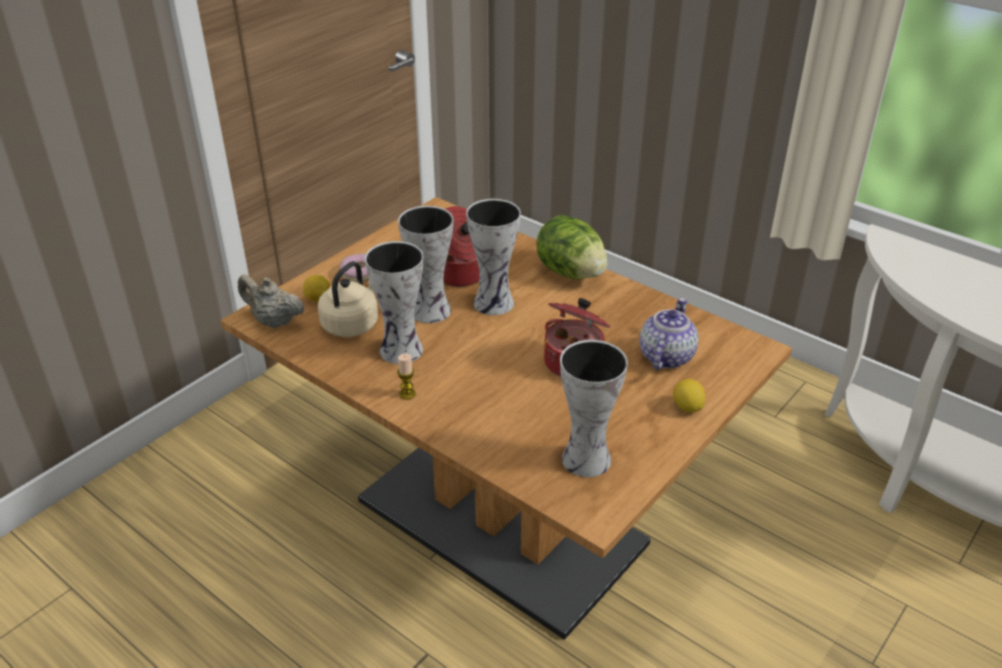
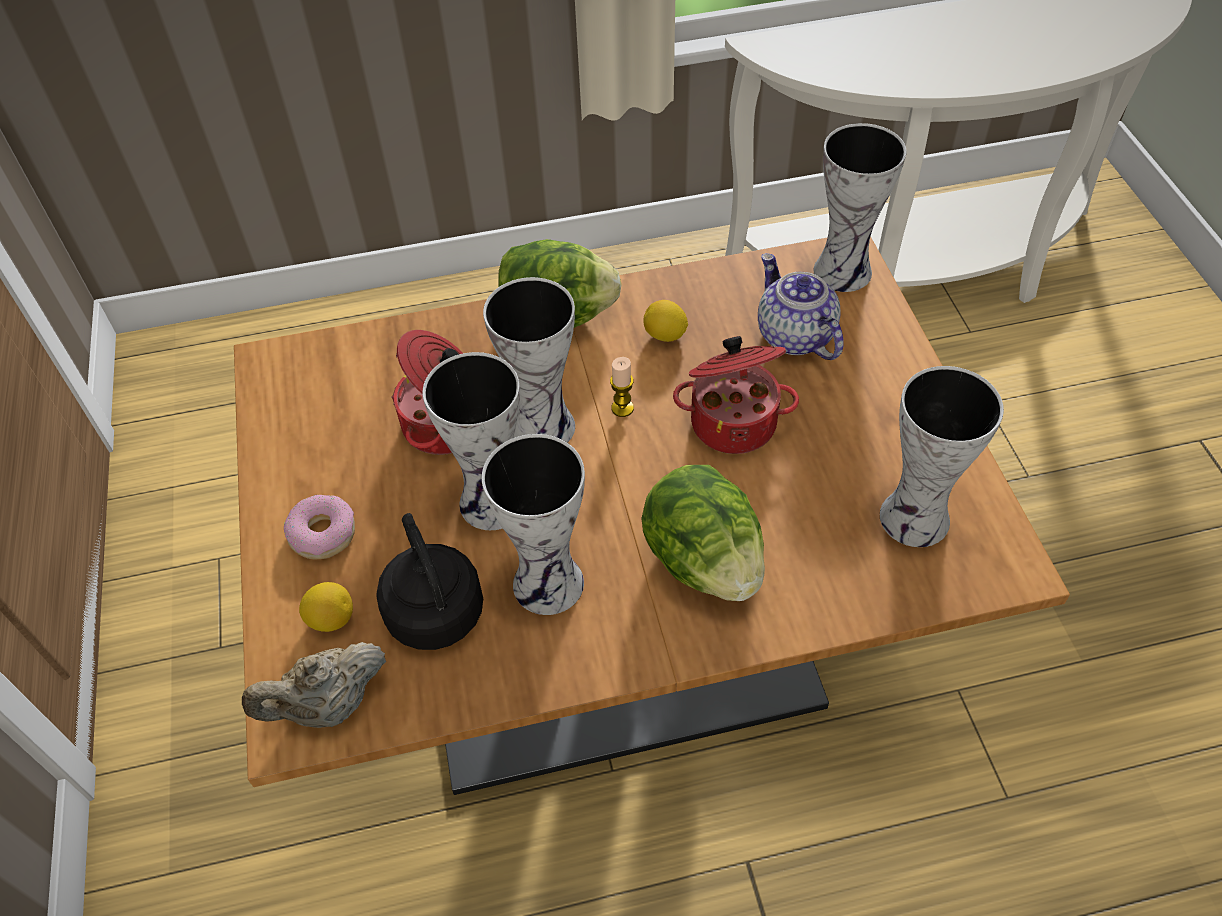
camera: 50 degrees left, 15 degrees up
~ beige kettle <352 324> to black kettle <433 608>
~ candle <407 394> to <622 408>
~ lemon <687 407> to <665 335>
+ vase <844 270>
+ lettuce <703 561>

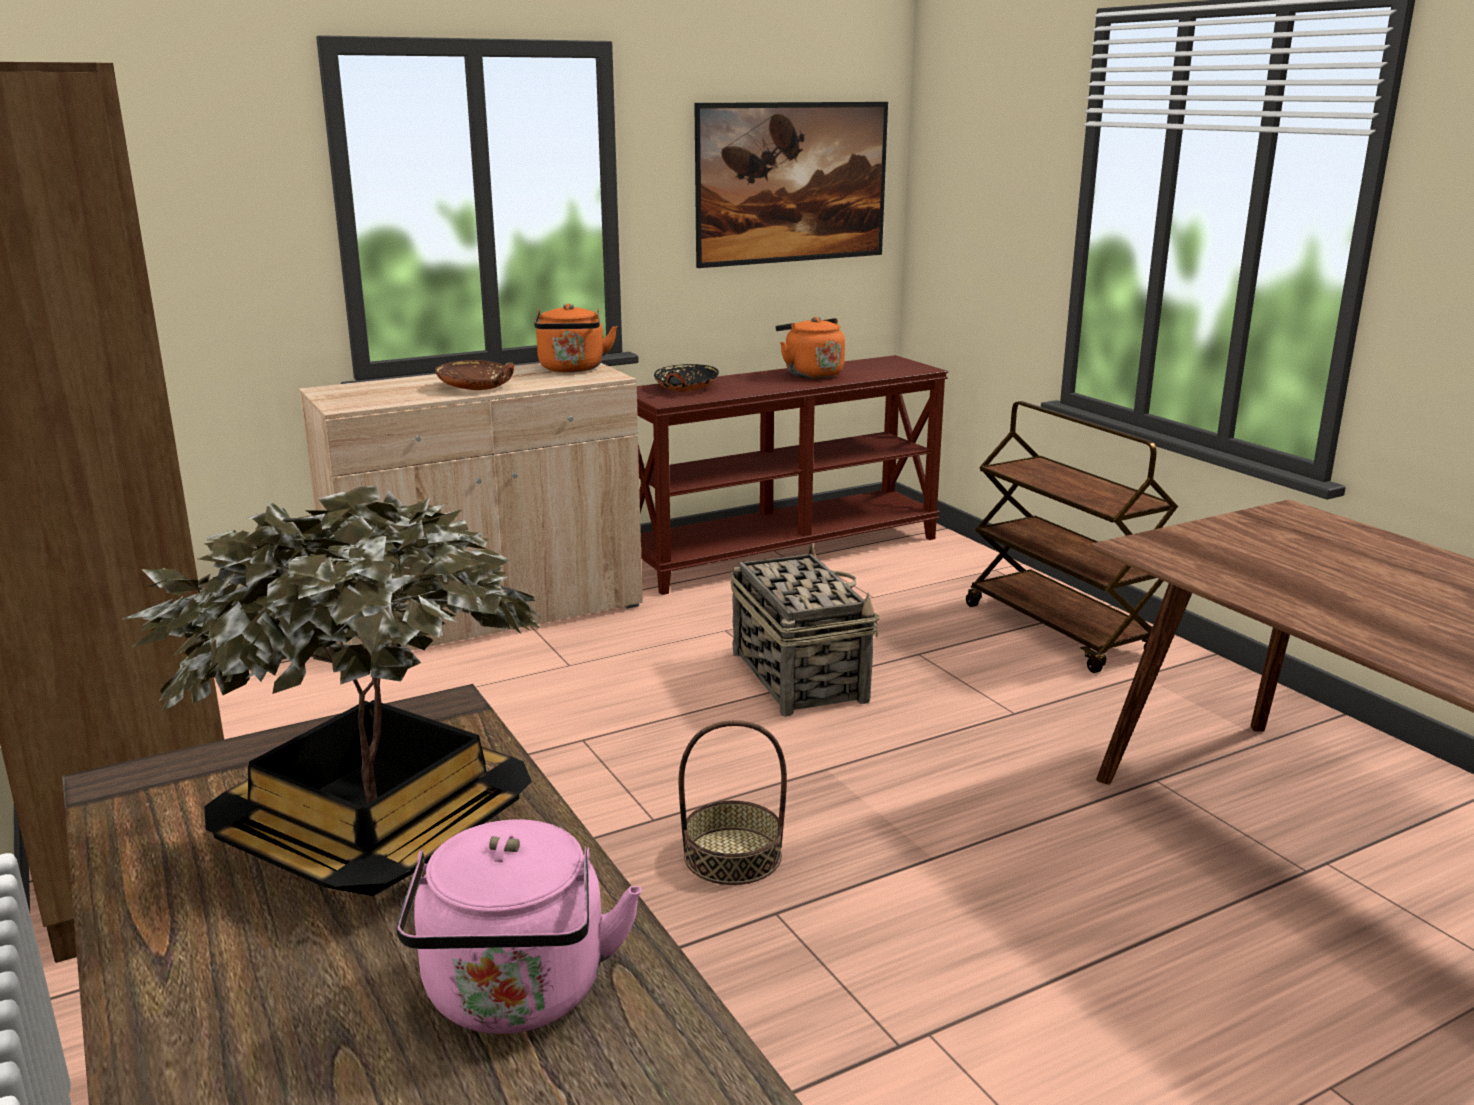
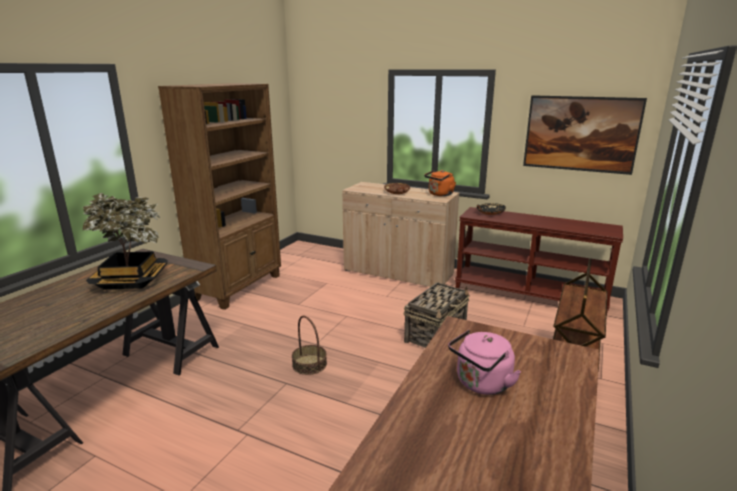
camera: 55 degrees right, 0 degrees up
- orange kettle <811 374>
~ pink kettle <516 997> to <481 384>

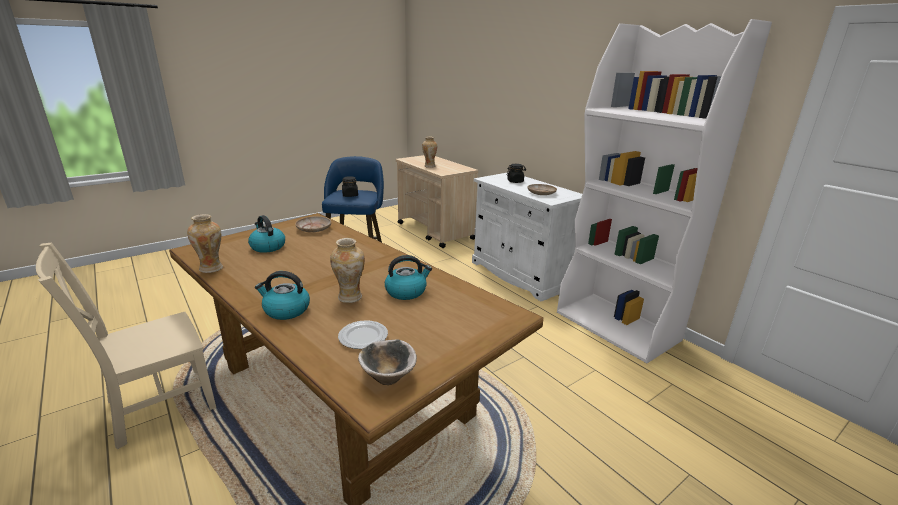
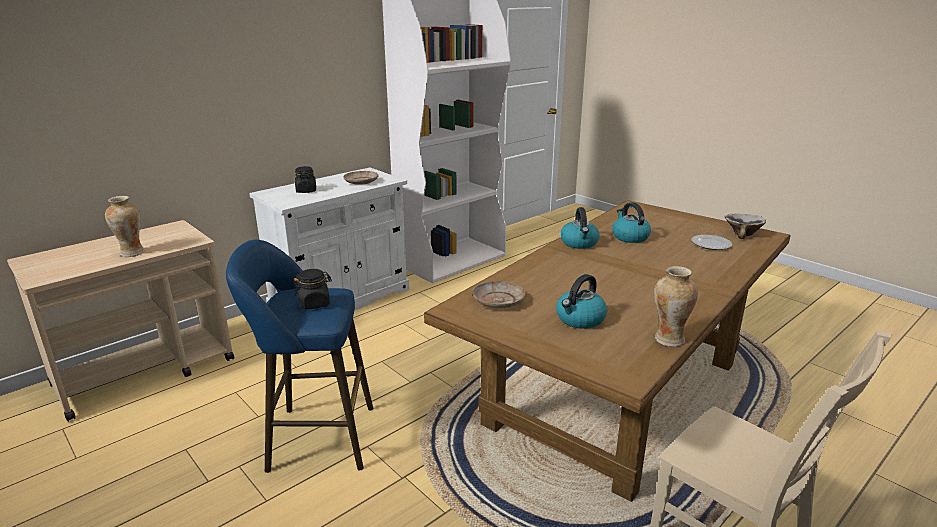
camera: 95 degrees left, 0 degrees up
- vase <350 297>
~ kettle <286 310> to <579 243>

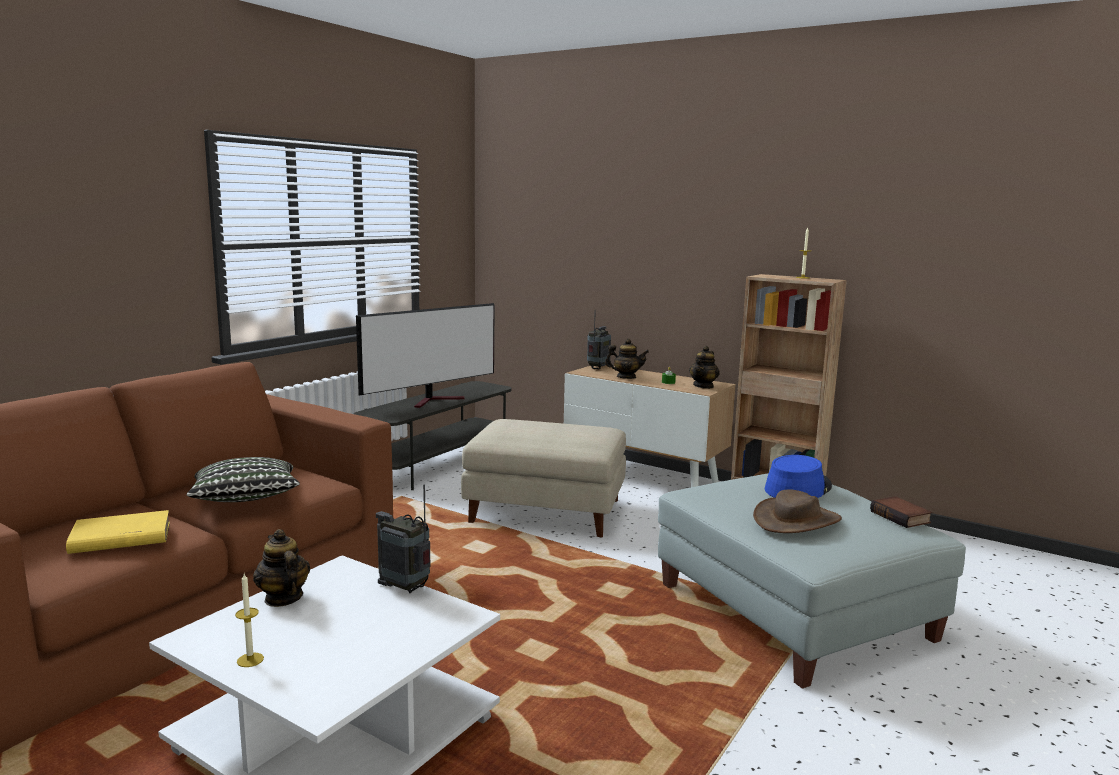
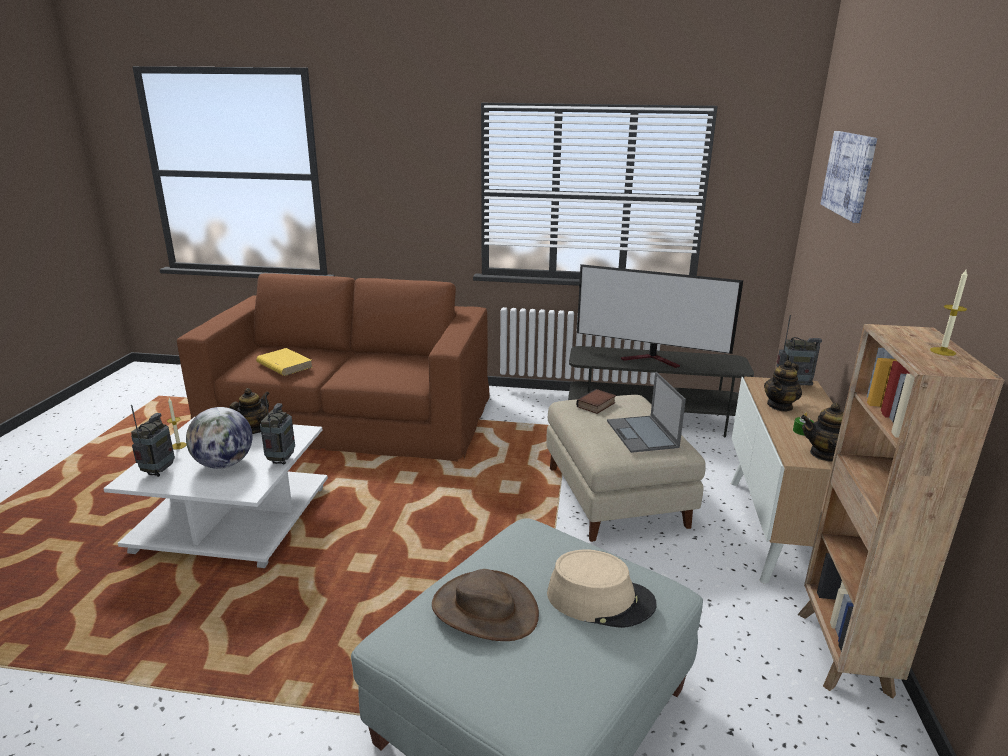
camera: 65 degrees right, 10 degrees up
~ teapot <626 377> = <780 406> 60 degrees clockwise
~ blue hat <797 488> to beige hat <600 599>
- pillow <245 500>
~ book <901 517> to <596 405>
+ picture <849 174>
+ laptop <642 434>
+ radio <159 471>
+ globe <224 464>

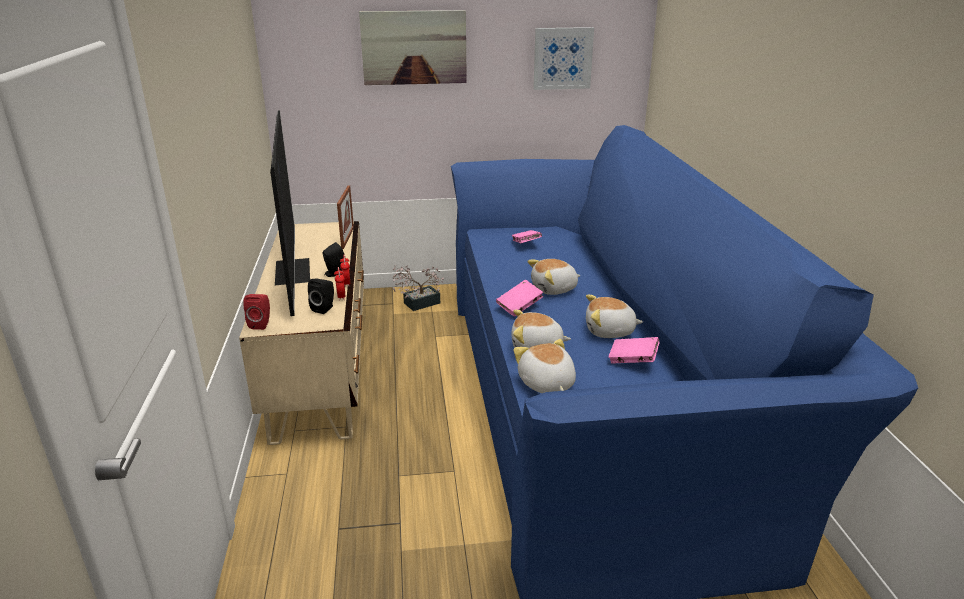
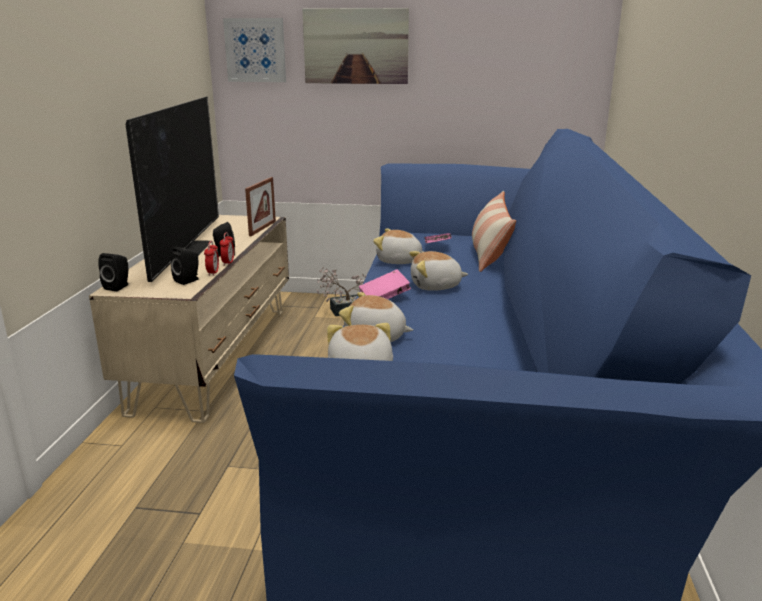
camera: 15 degrees right, 5 degrees down
~ picture <562 58> to <255 50>
~ red speaker <261 324> to black speaker <118 287>
~ plush toy <610 331> to <399 261>
- pink book <632 360>
+ pillow <489 253>

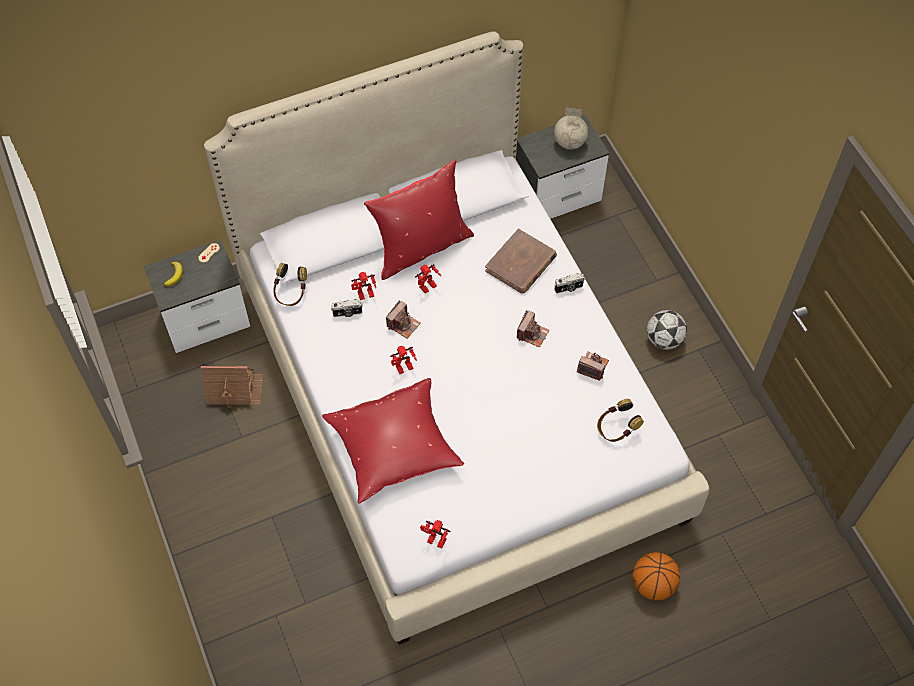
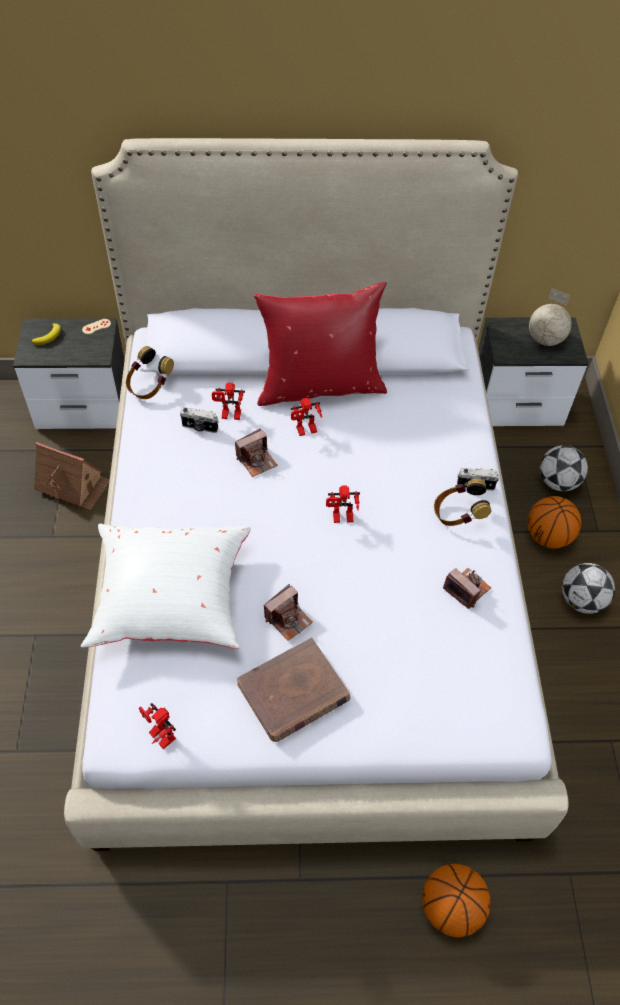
camera: 20 degrees right, 5 degrees down
~ brown book <521 264> to <293 693>
~ photo camera <532 334> to <288 619>
~ toy robot <404 369> to <341 519>
~ red pillow <395 450> to white pillow <171 600>
~ headphones <616 429> to <457 515>
+ football <558 482>
+ basketball <547 536>

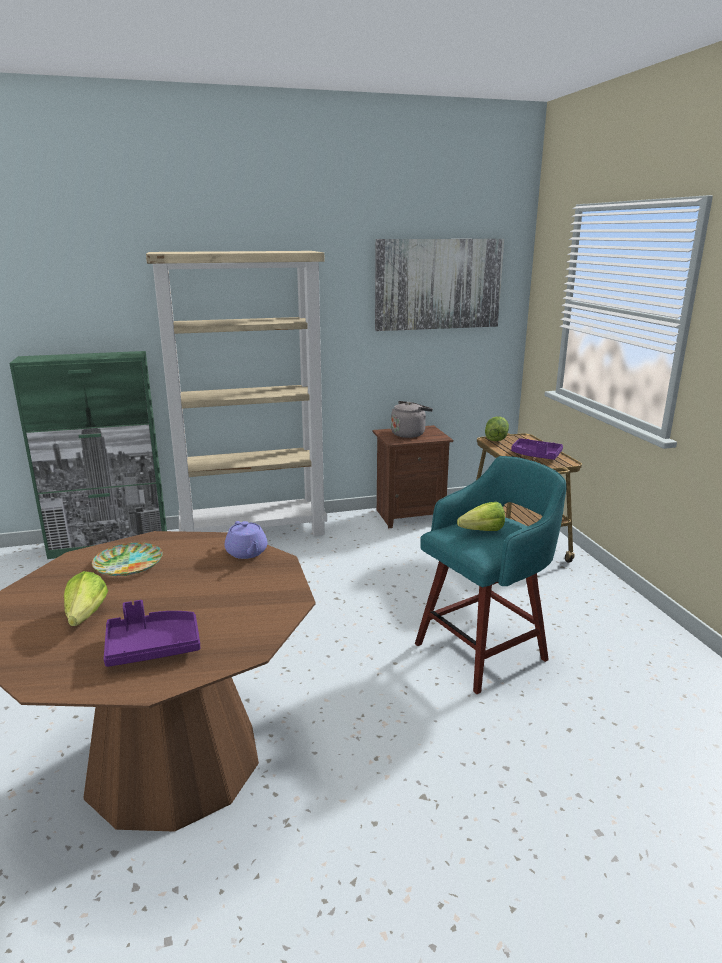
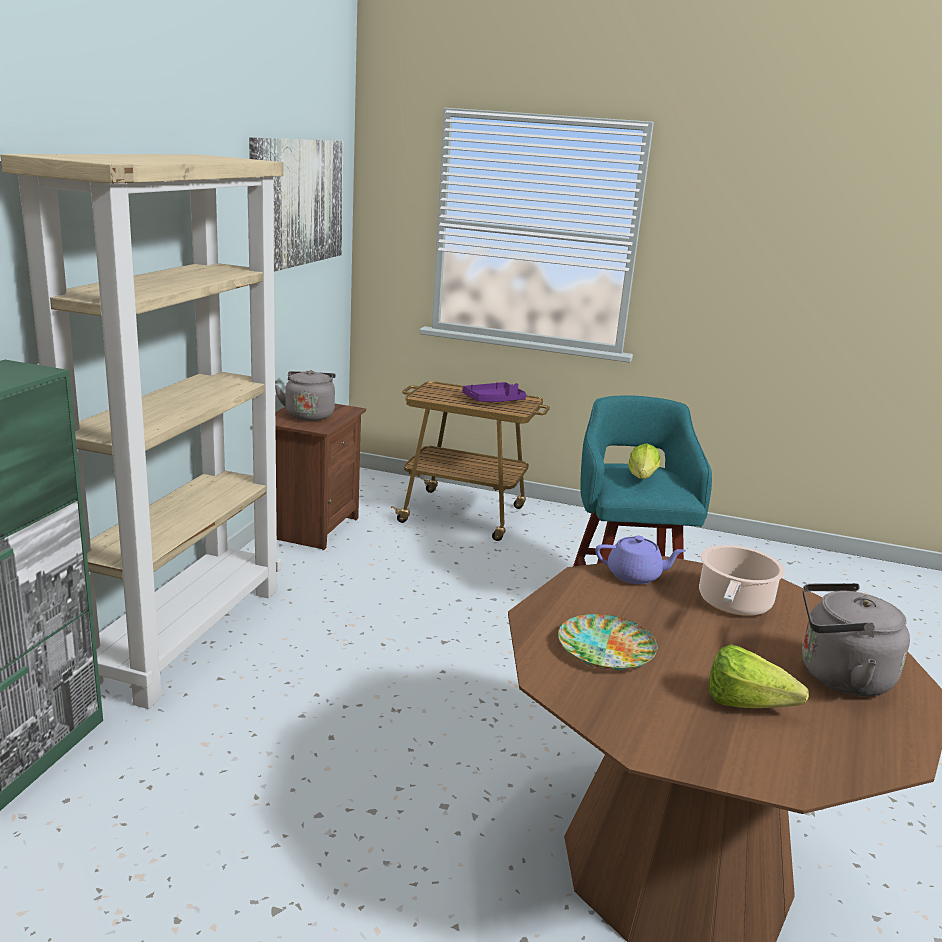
camera: 60 degrees left, 0 degrees up
- lettuce <495 439>
~ purple tray <153 647> to grey kettle <838 676>
+ cooking pot <733 604>

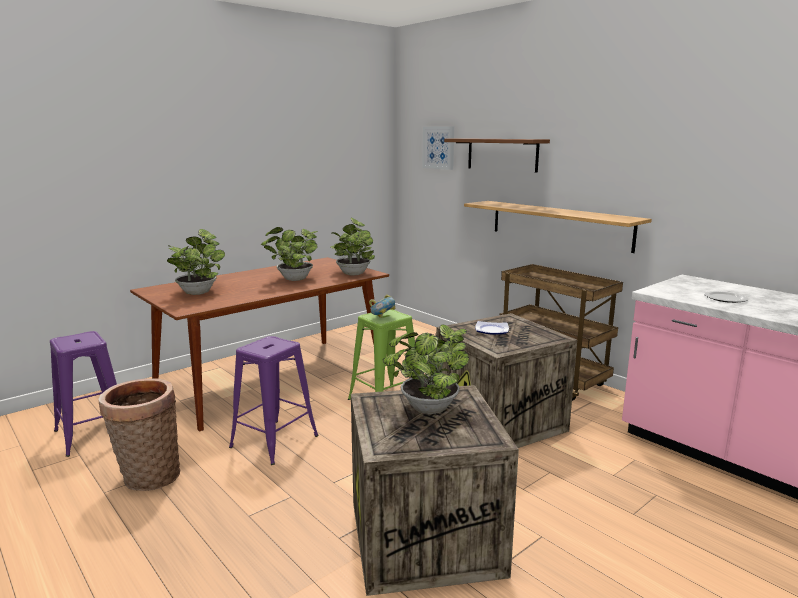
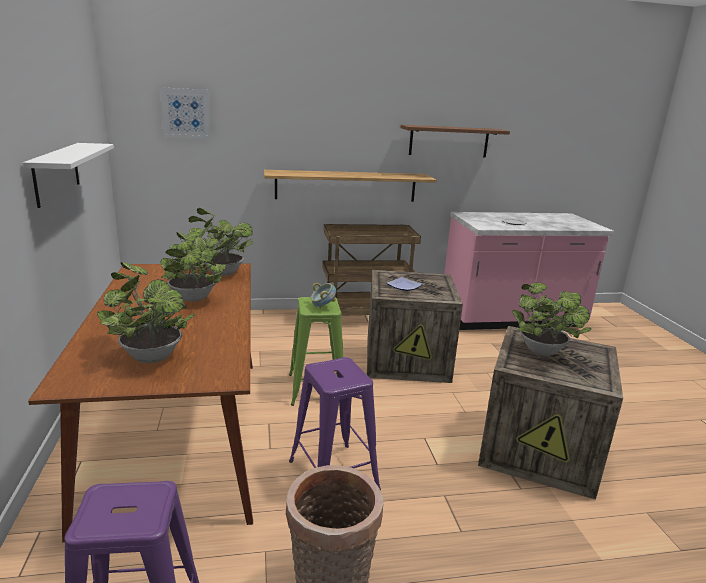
camera: 60 degrees left, 5 degrees up
~ brown shelf <502 154> to <449 141>
+ white shelf <56 173>

